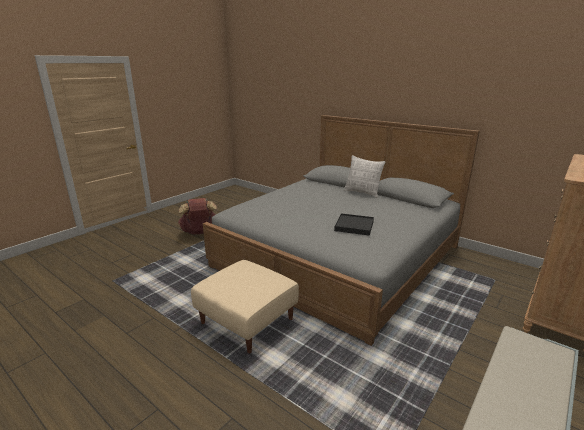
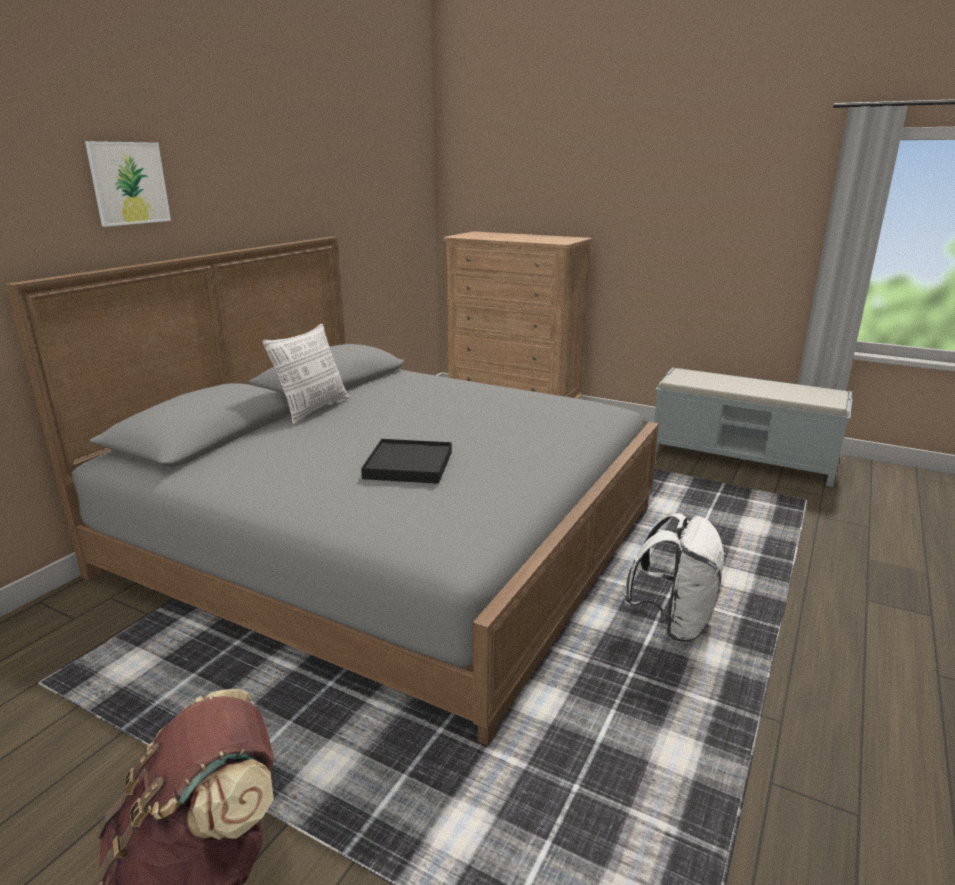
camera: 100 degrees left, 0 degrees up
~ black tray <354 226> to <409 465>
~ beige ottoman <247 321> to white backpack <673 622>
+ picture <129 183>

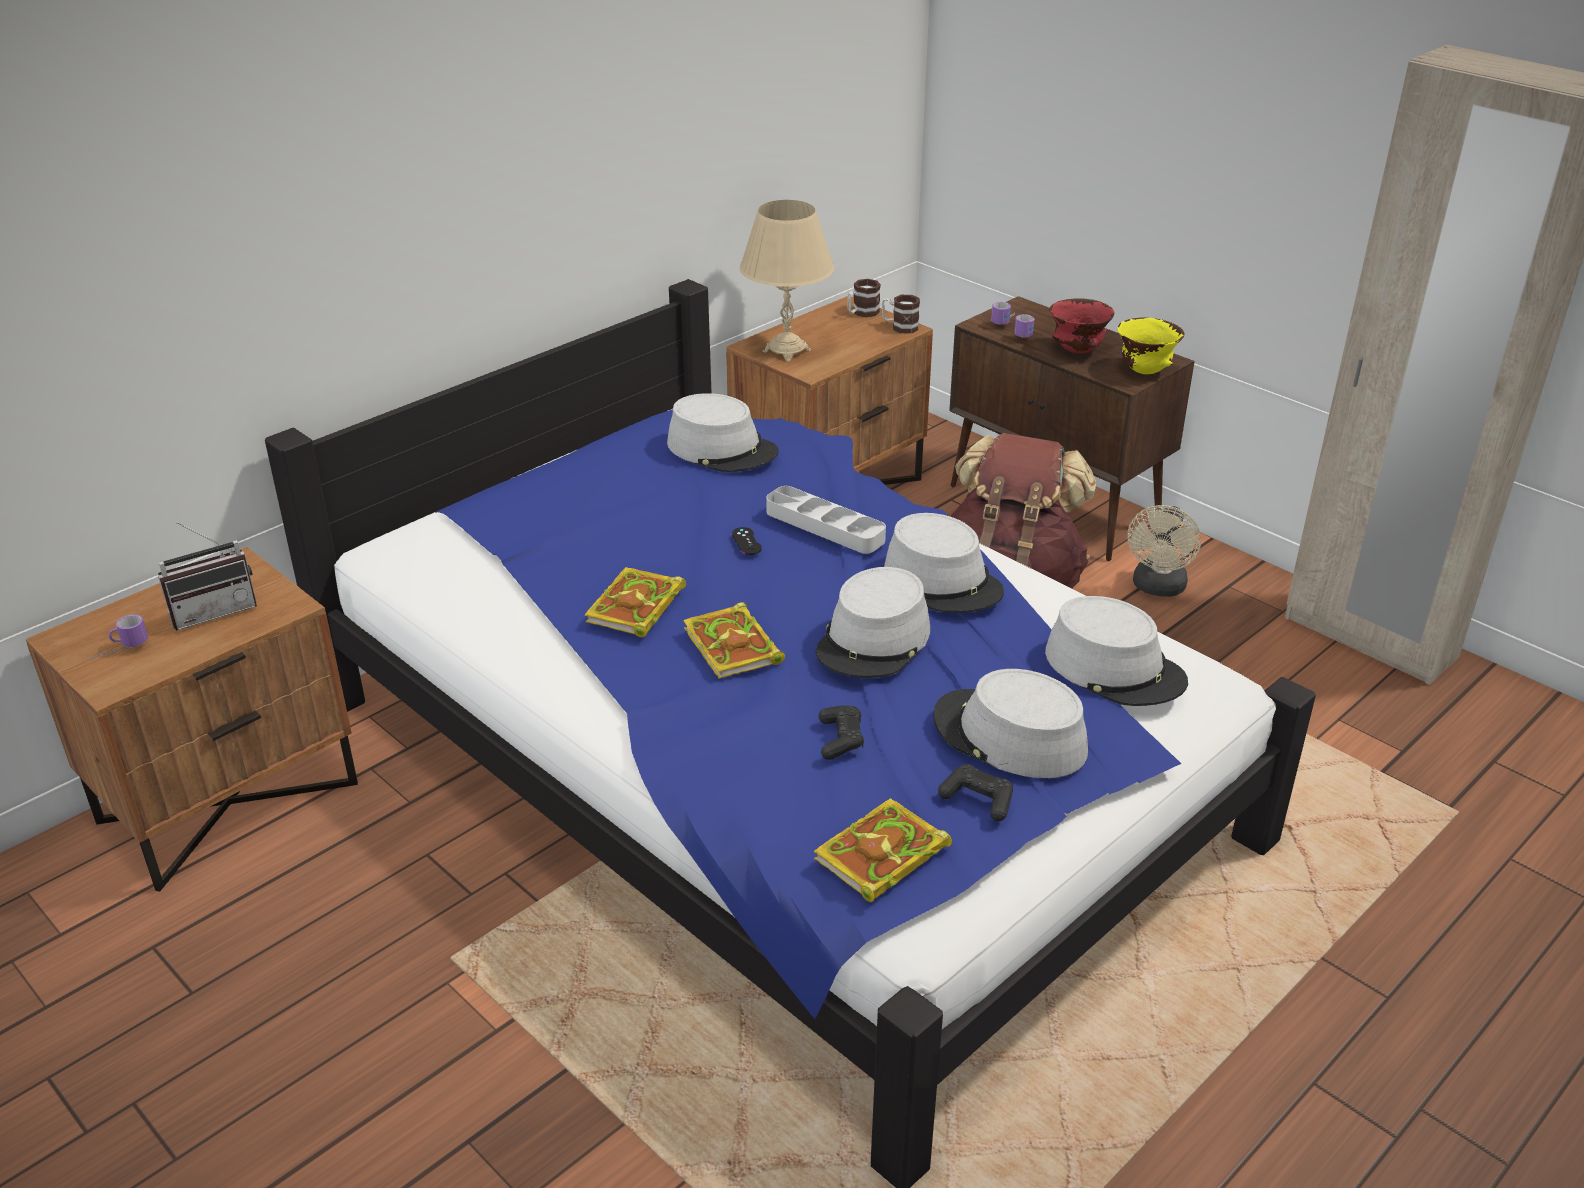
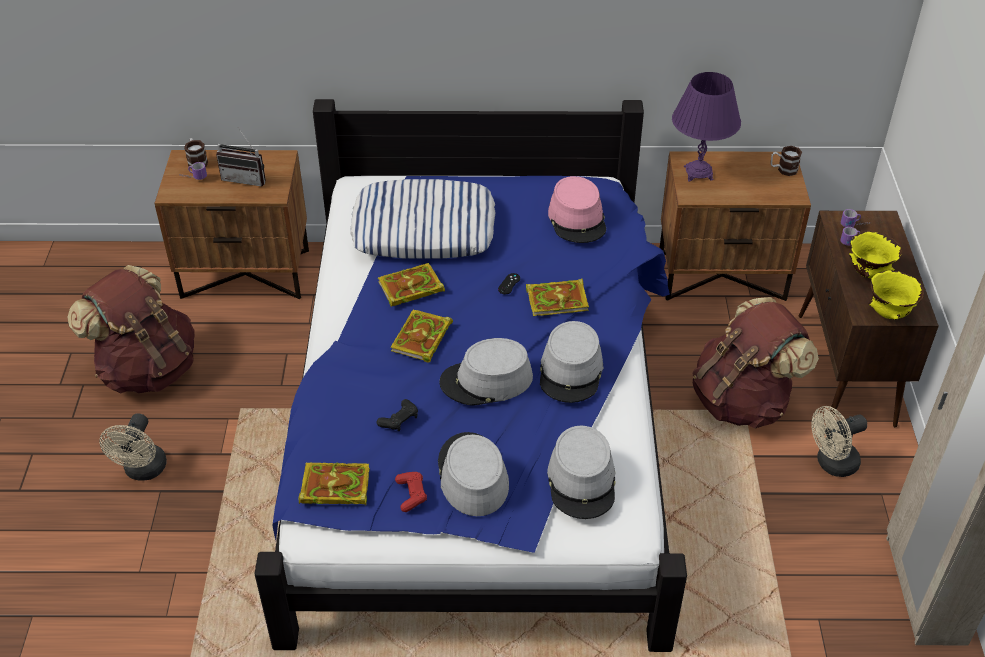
camera: 45 degrees right, 10 degrees up
~ beige table lamp <786 350> to purple table lamp <698 173>
~ mug <899 327> to <197 161>
~ red bowl <1076 351> to yellow bowl <868 273>
~ grey hat <722 449> to pink hat <577 219>
~ grey tray <825 526> to book <558 300>
~ black game controller <978 800> to red game controller <411 494>
+ pillow <424 228>
+ brown backpack <147 369>
+ beige fan <143 471>

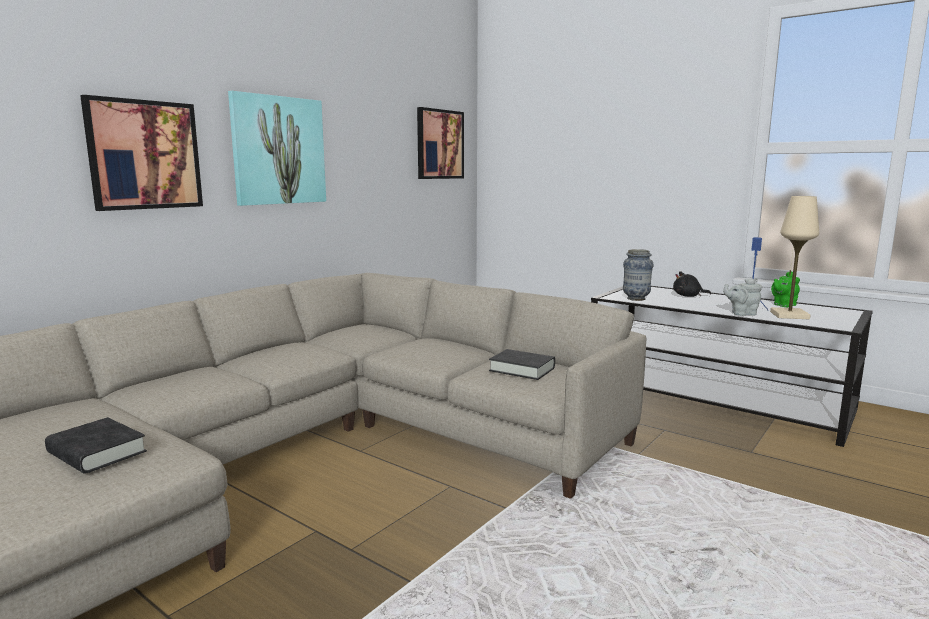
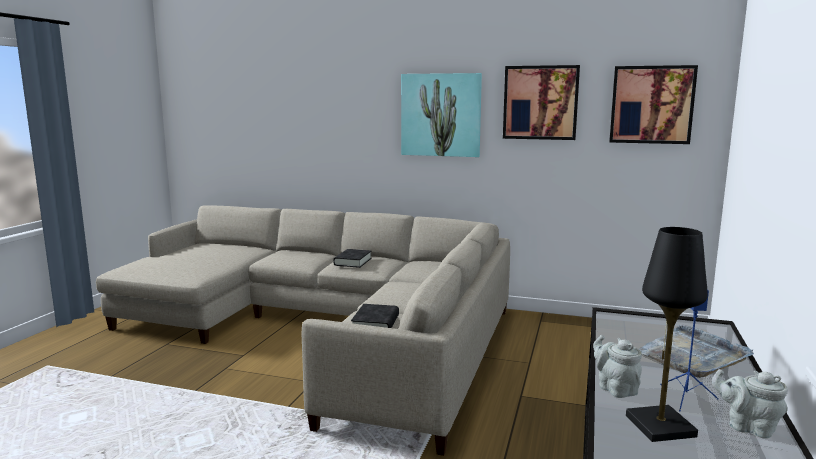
camera: 70 degrees right, 0 degrees up
~ picture <144 155> to <540 102>
~ beige table lamp <789 315> to black table lamp <659 426>
- vase <636 299>
~ black plush toy <688 296> to grey tray <692 355>
~ green teapot <783 305> to grey teapot <748 427>
~ black book <96 452> to <353 262>

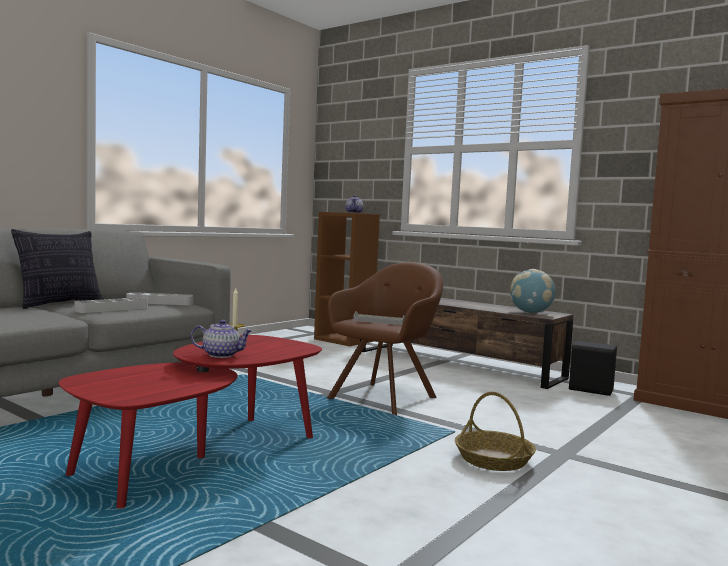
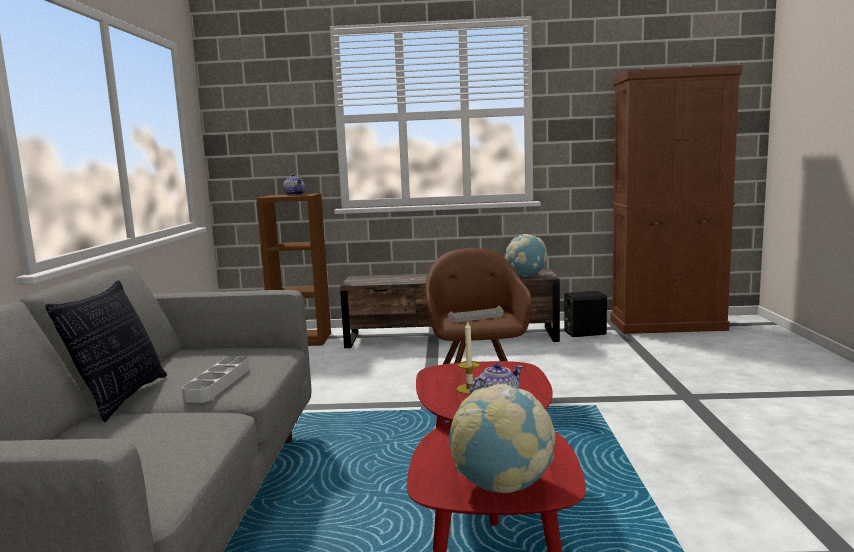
camera: 35 degrees left, 5 degrees up
- grey tray <160 303>
- basket <494 460>
+ globe <502 486>

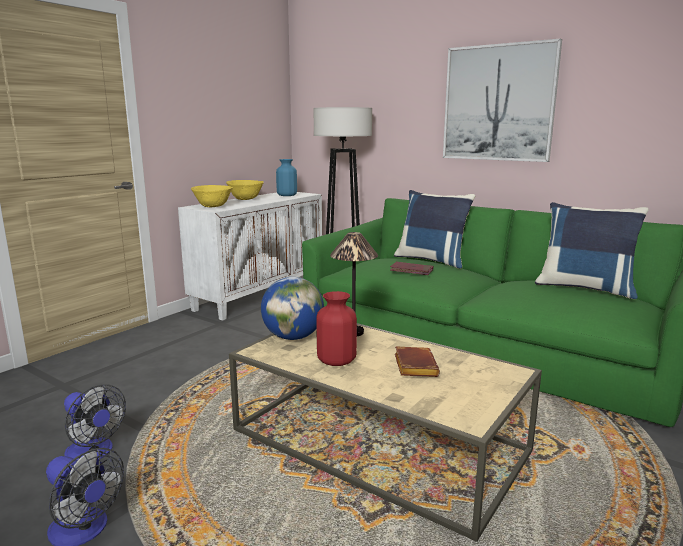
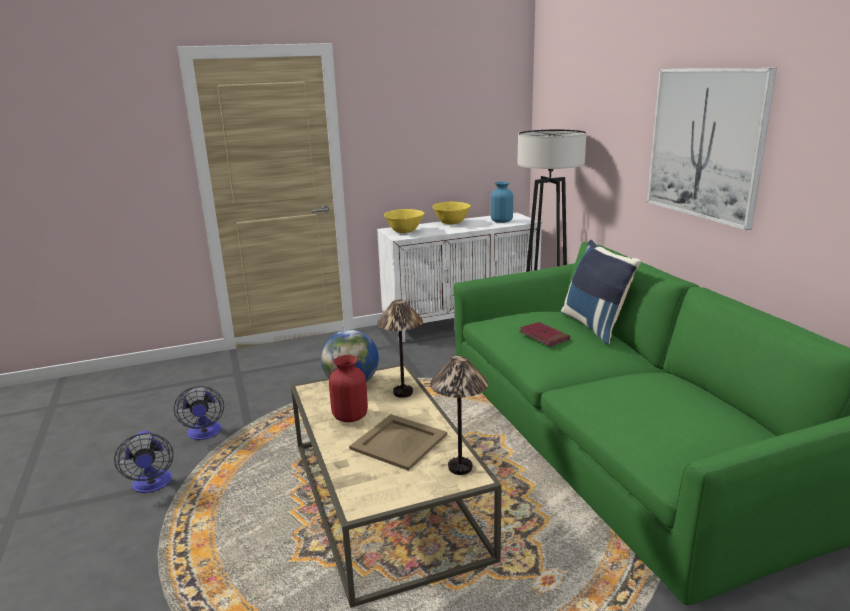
camera: 35 degrees right, 5 degrees up
- blue pillow <585 288>
~ brown book <413 366> to beige tray <398 441>
+ table lamp <460 467>

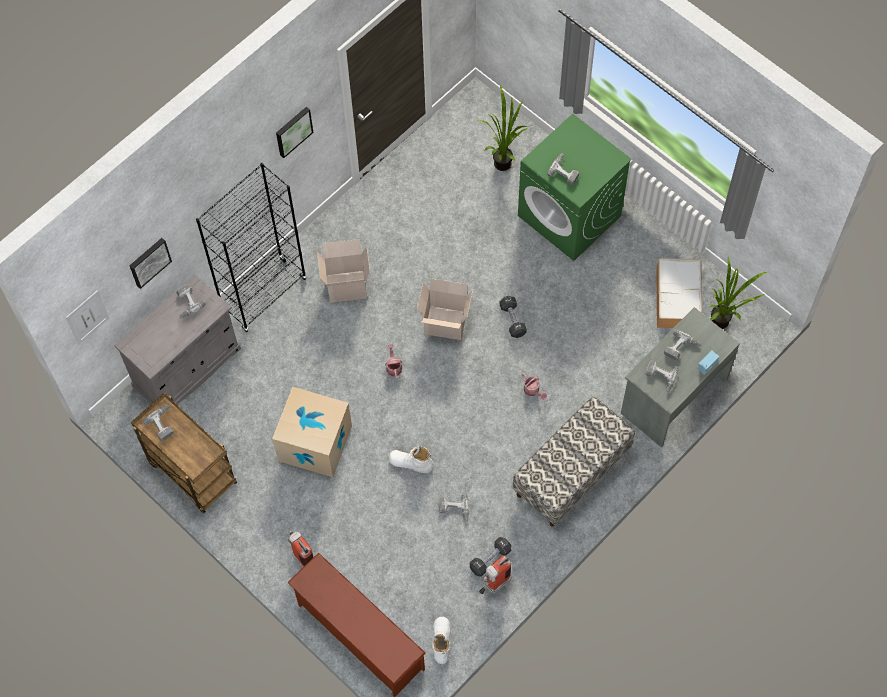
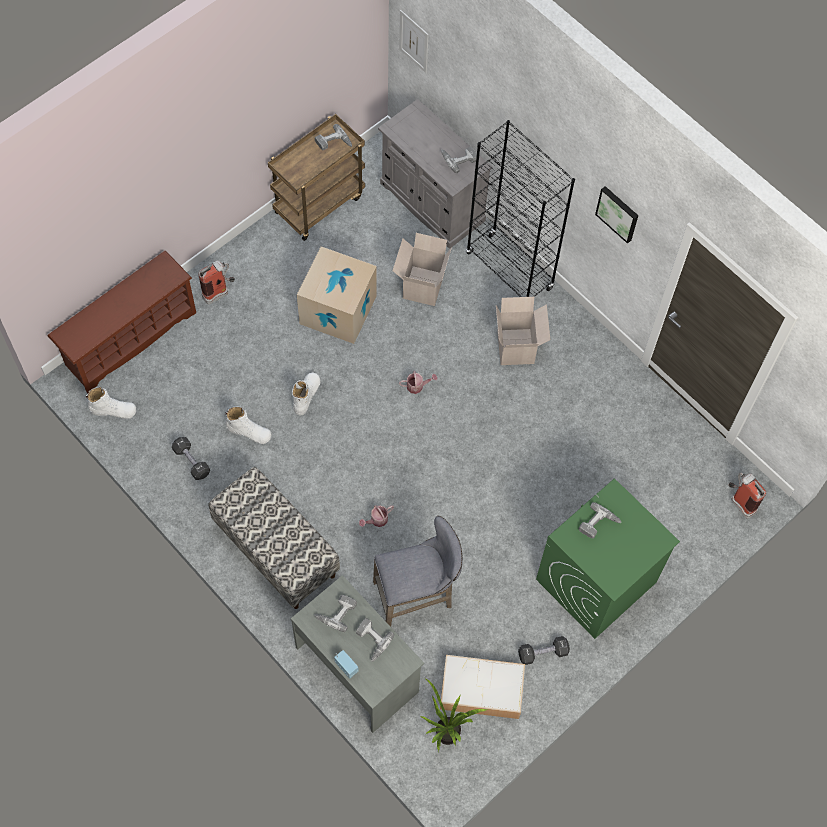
camera: 90 degrees right, 0 degrees up
- potted plant <504 160>
- picture <149 261>
~ cardboard box <444 324> to <422 285>
~ black dumbbell <512 320> to <543 653>
~ power drill <454 510> to white boot <249 432>
~ fire extinguisher <494 585> to <739 502>
+ grey stool <417 595>

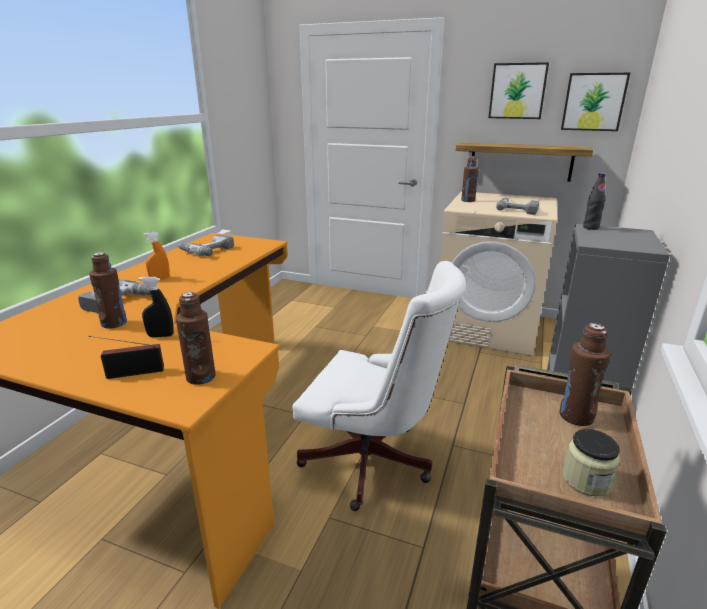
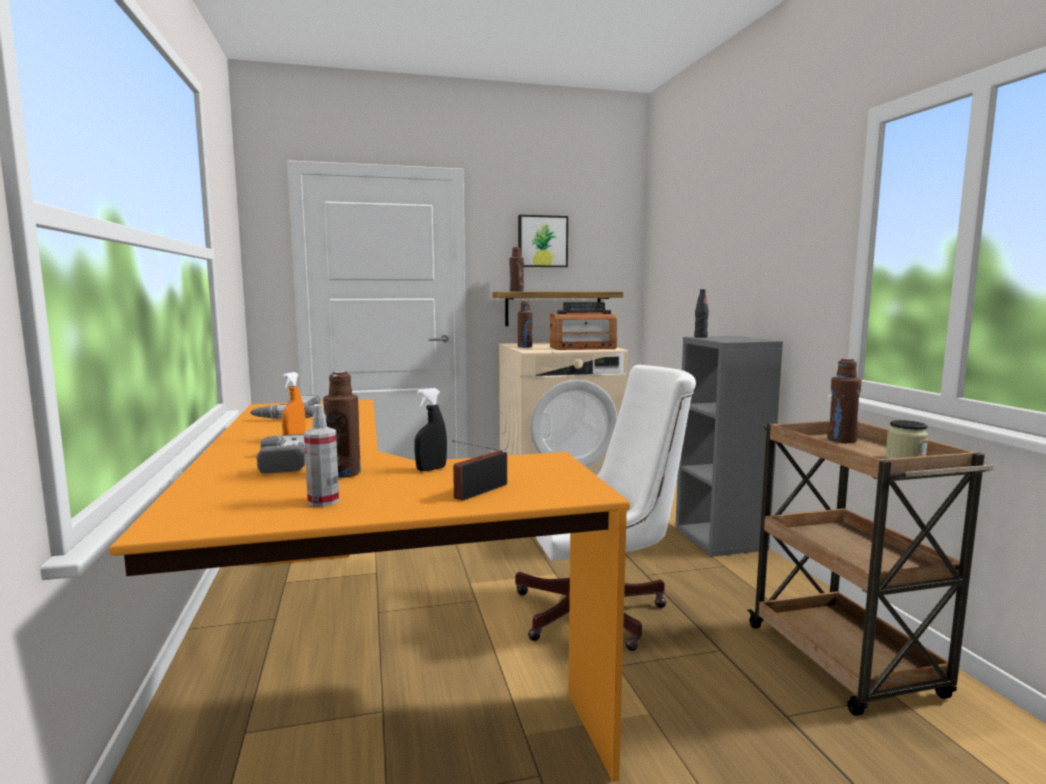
camera: 35 degrees left, 15 degrees down
- picture <593 102>
~ power drill <517 209> to radio <582 348>
~ brown bottle <201 377> to <516 291>
+ spray bottle <323 501>

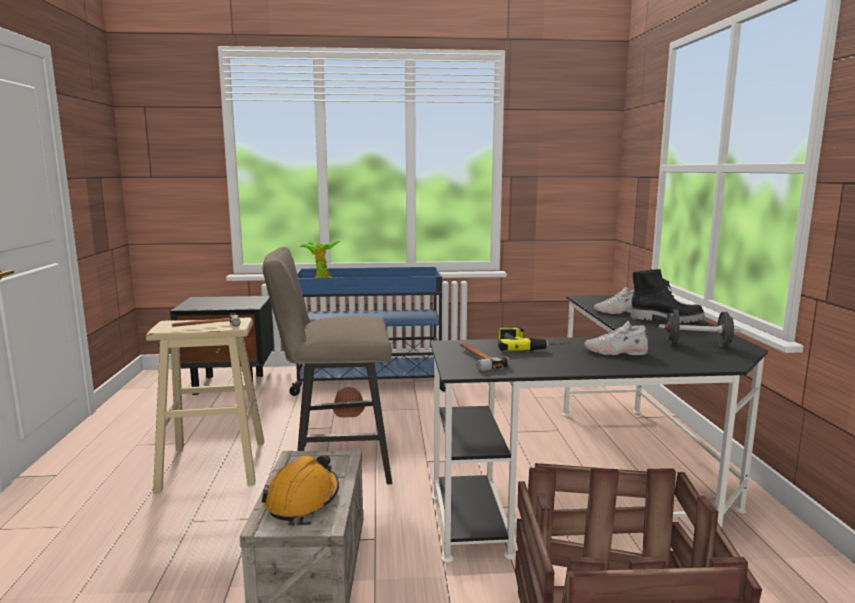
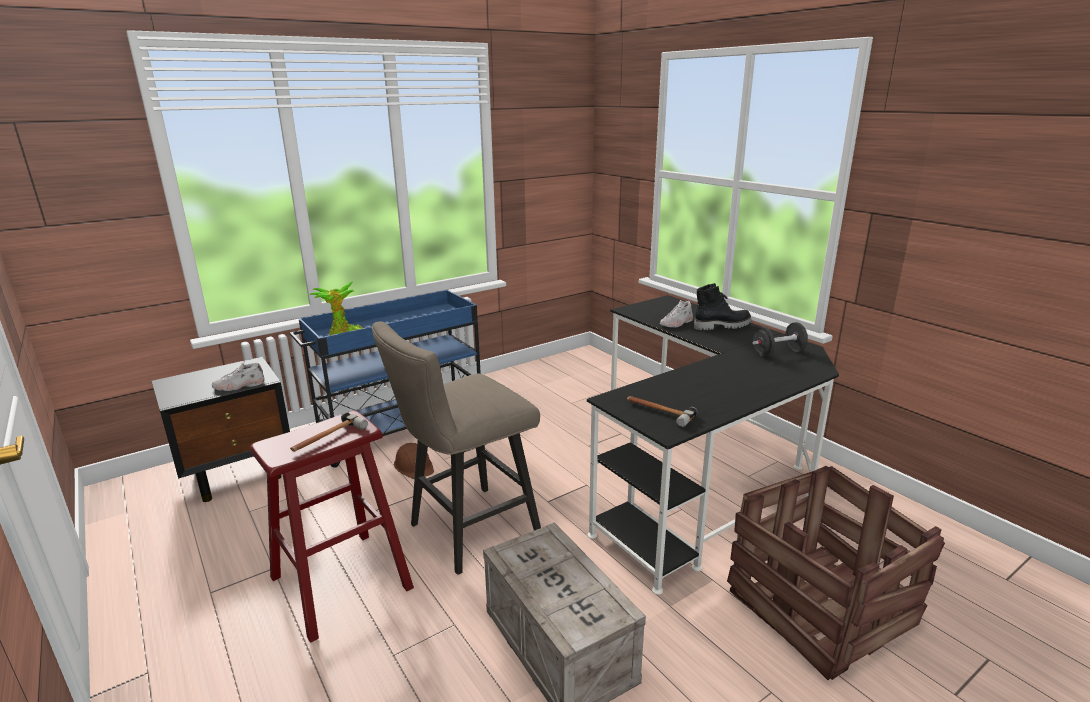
camera: 30 degrees left, 10 degrees up
~ beige stool <214 465> to red stool <341 582>
~ white shoe <615 352> to <239 386>
- power drill <529 345>
- orange hard hat <303 499>

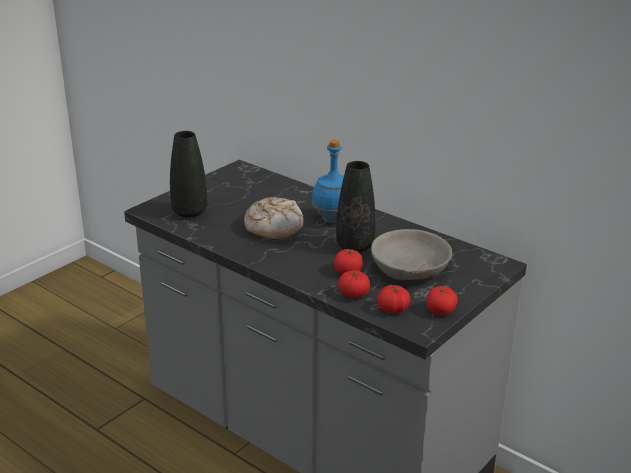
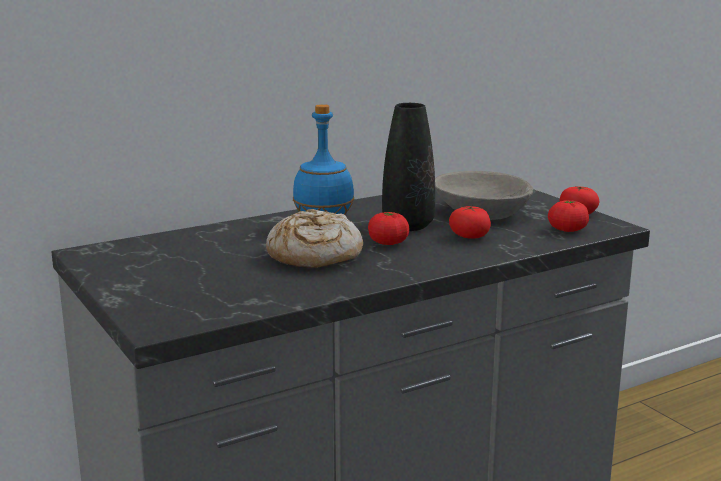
camera: 70 degrees left, 10 degrees down
- black vase <189 212>
~ tomato <353 293> to <388 243>

